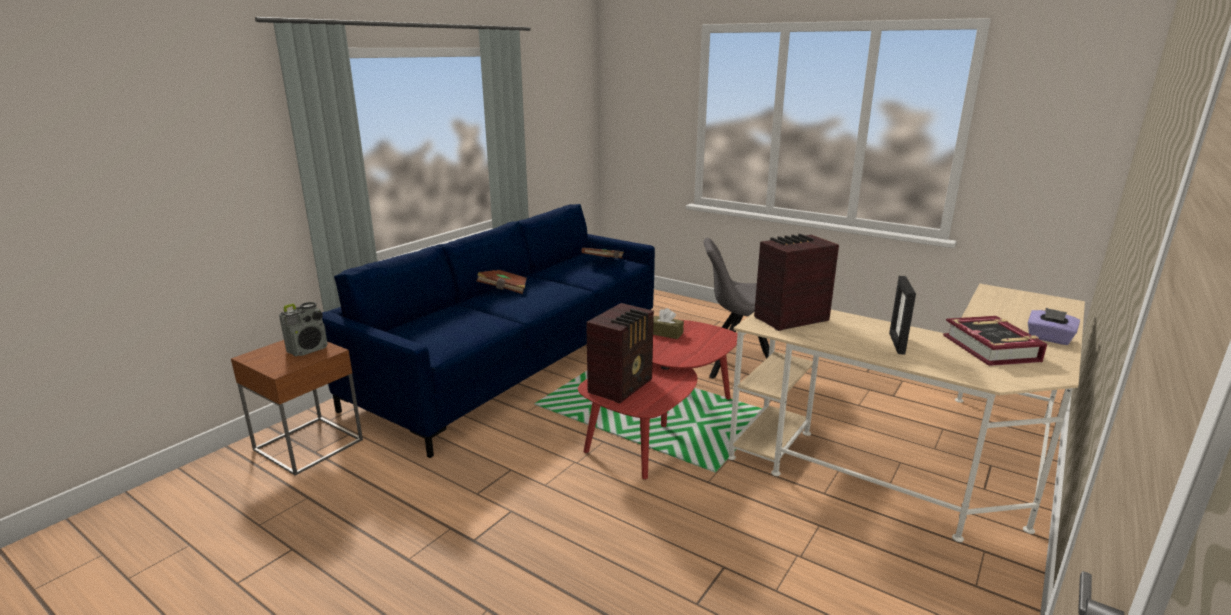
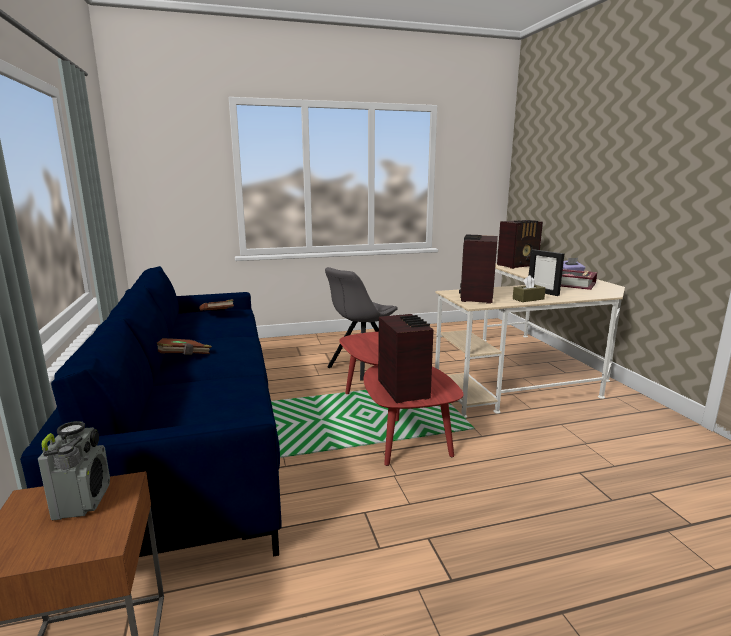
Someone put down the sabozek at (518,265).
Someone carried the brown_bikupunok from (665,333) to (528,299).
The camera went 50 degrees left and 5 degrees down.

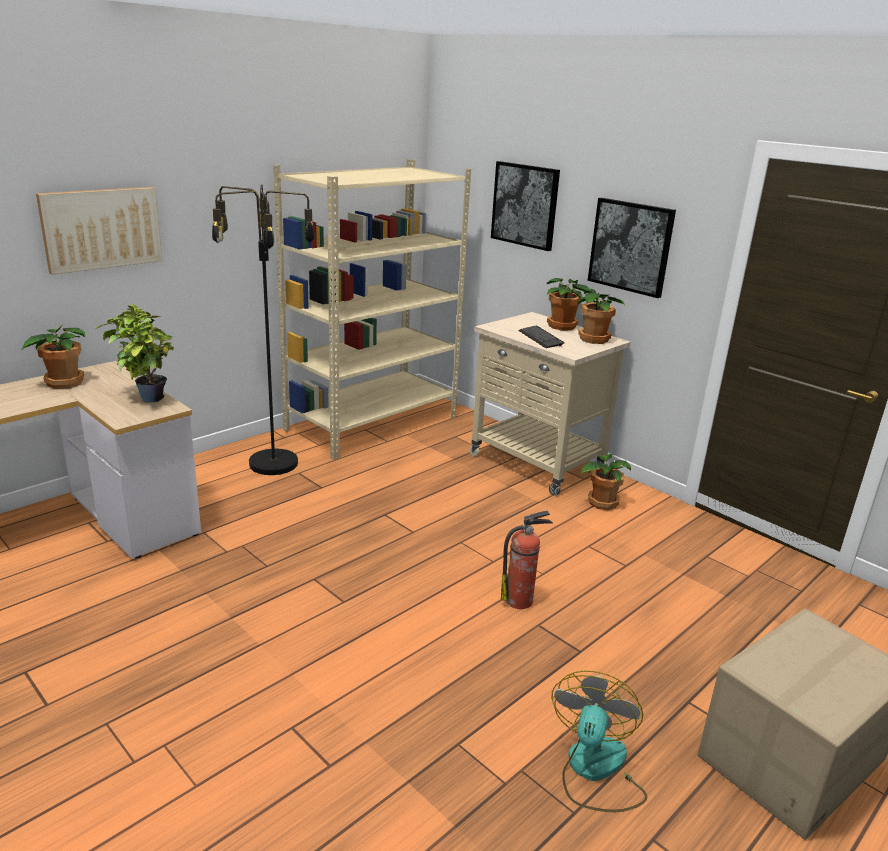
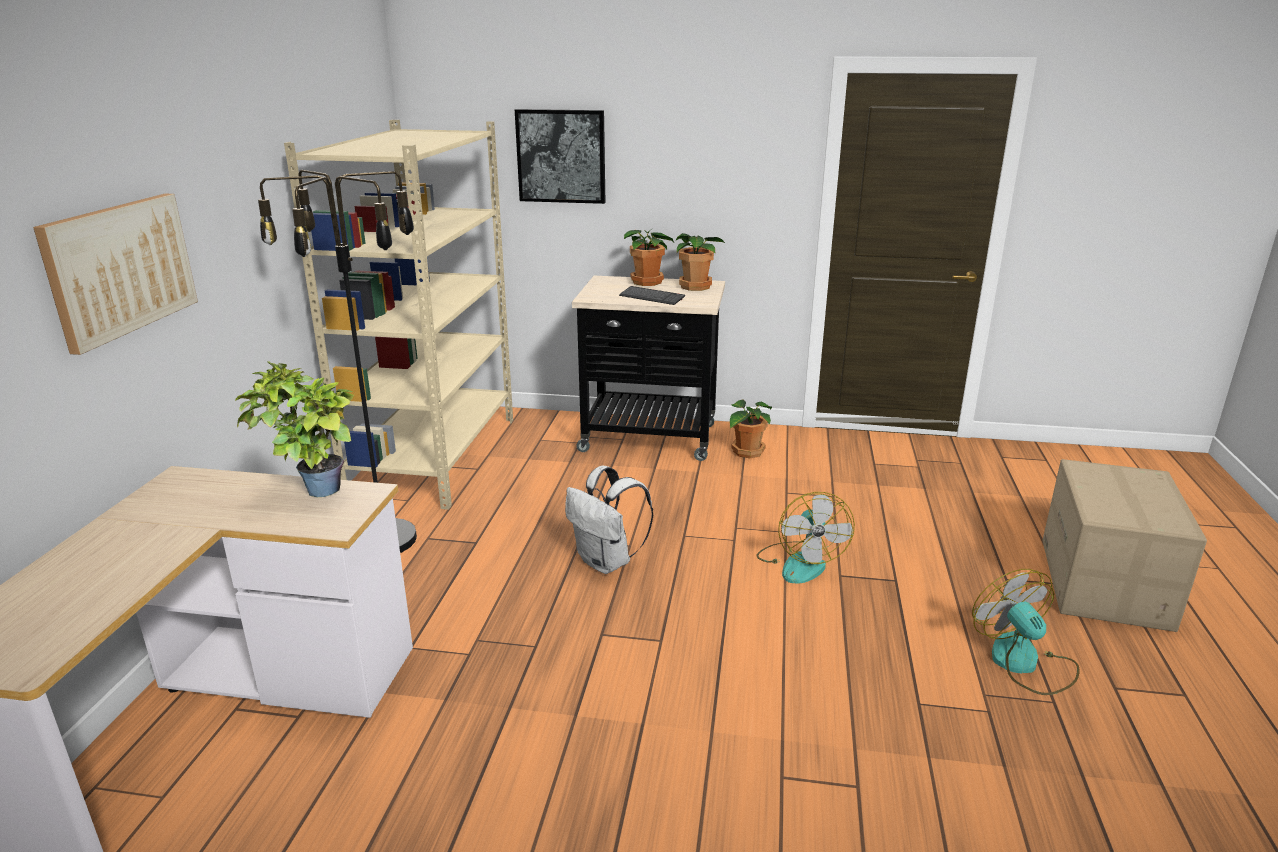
Someone put down the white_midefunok at (607,562).
Someone repainted the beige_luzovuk at (537,464), which became the black_luzovuk at (650,438).
Someone swapped the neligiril at (520,600) for the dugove at (800,562).
Someone took away the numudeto at (63,383).
Someone took away the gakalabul at (631,246).
The camera went 35 degrees left and 0 degrees up.

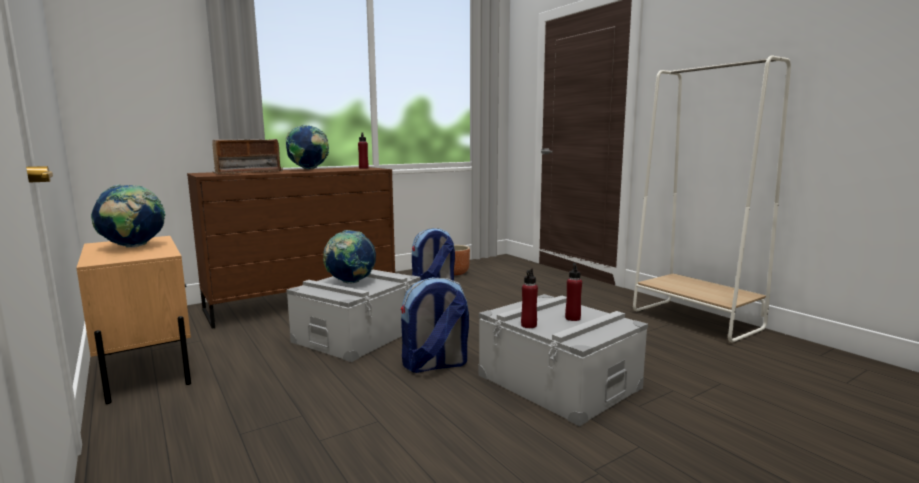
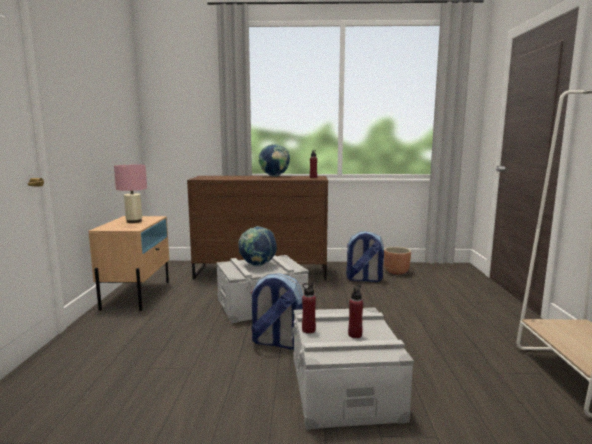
Someone swapped the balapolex at (133,247) for the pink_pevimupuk at (134,221).
Someone took away the sabozek at (248,173).
The camera went 35 degrees right and 0 degrees up.

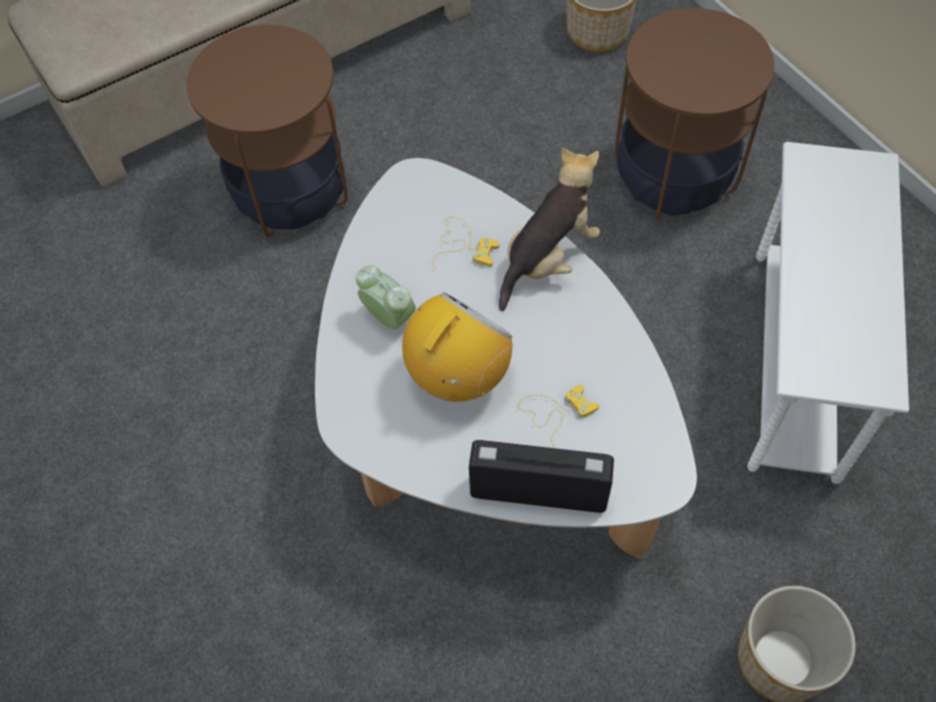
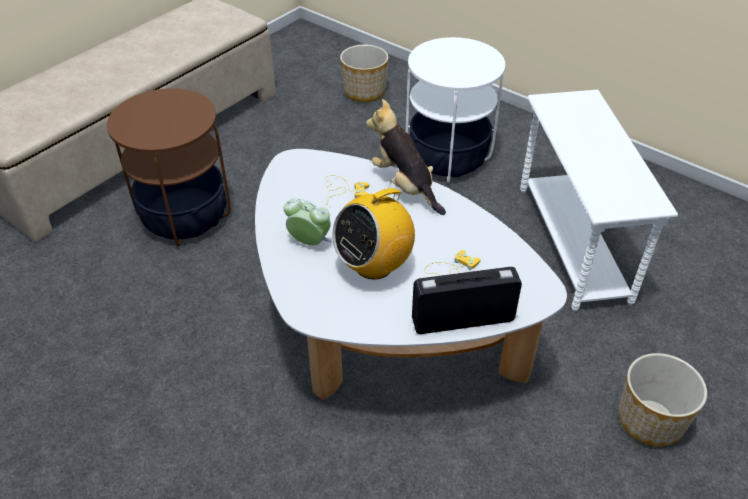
Someone rotated the sabozek at (458,377) by 150 degrees counterclockwise.
Someone rotated the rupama at (548,258) by 60 degrees counterclockwise.
Someone repainted the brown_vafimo at (673,179), which became the white_vafimo at (448,159).
The camera went 20 degrees left and 15 degrees down.

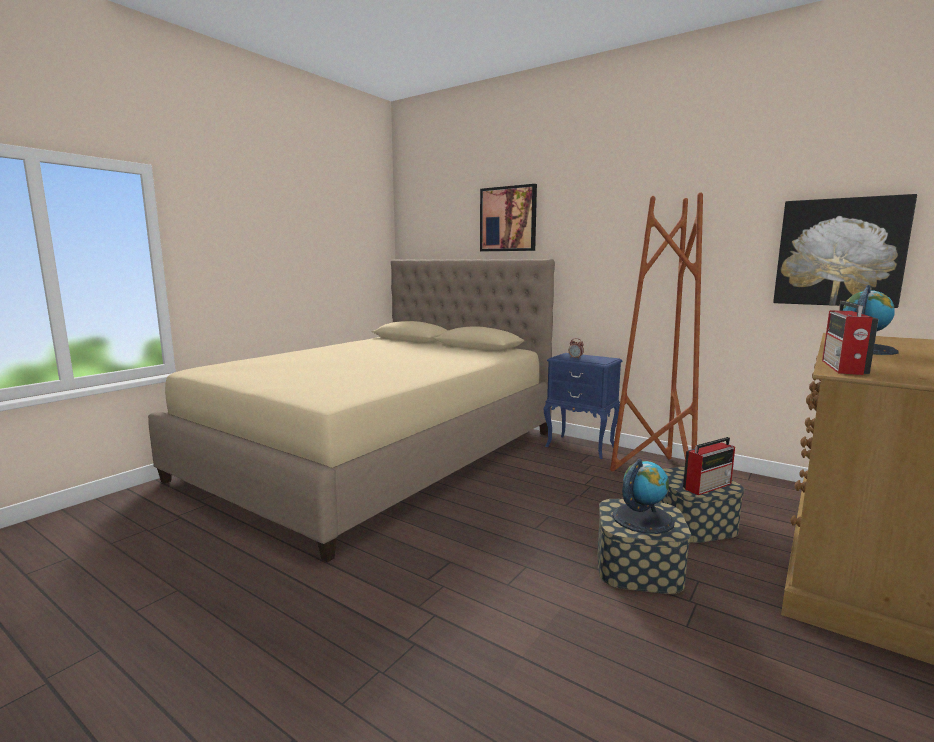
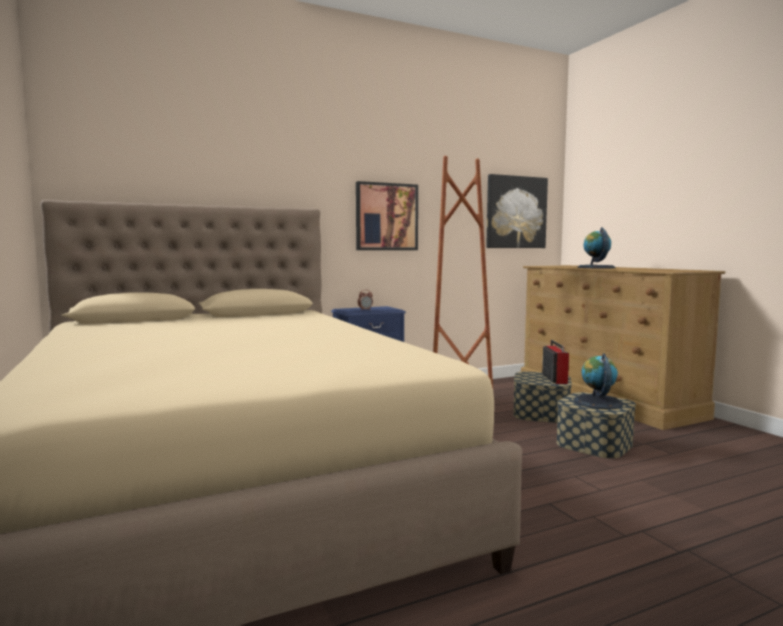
Someone carried the gakalabul from (508,219) to (386,217).
Someone took away the sabozek at (843,368).
The camera went 60 degrees left and 5 degrees down.

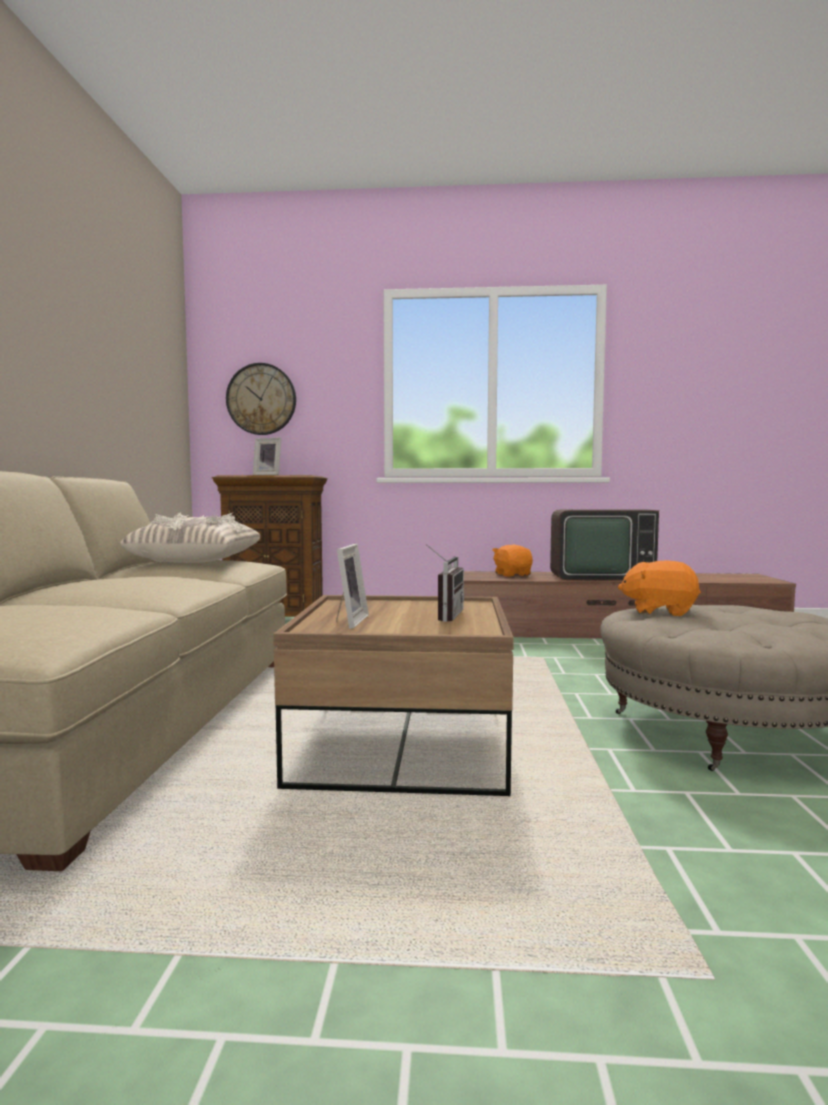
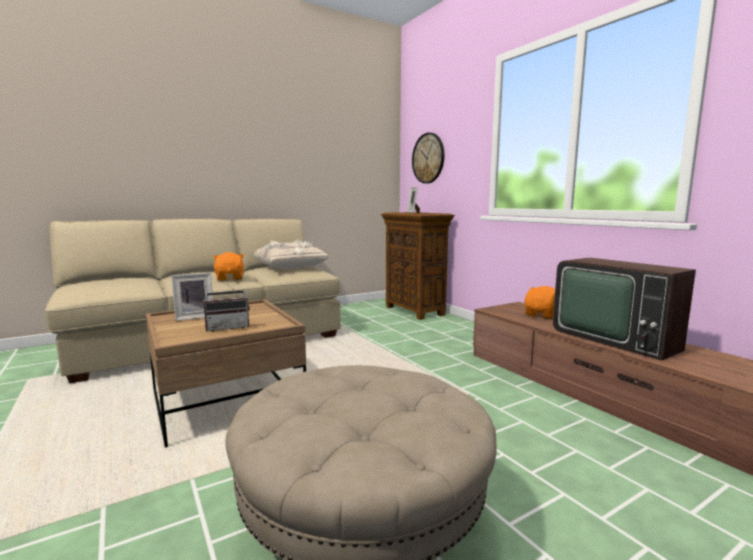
Someone carried the orange_rupama from (659,611) to (230,278).
The camera went 55 degrees right and 5 degrees up.

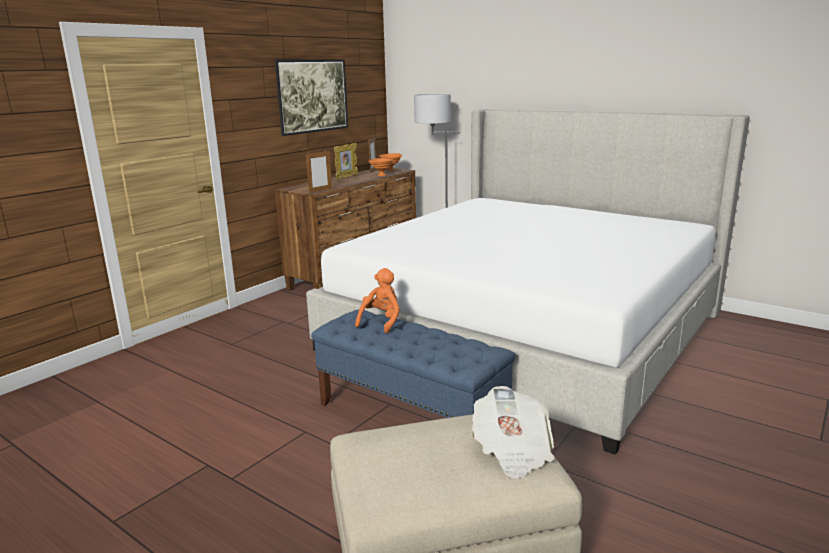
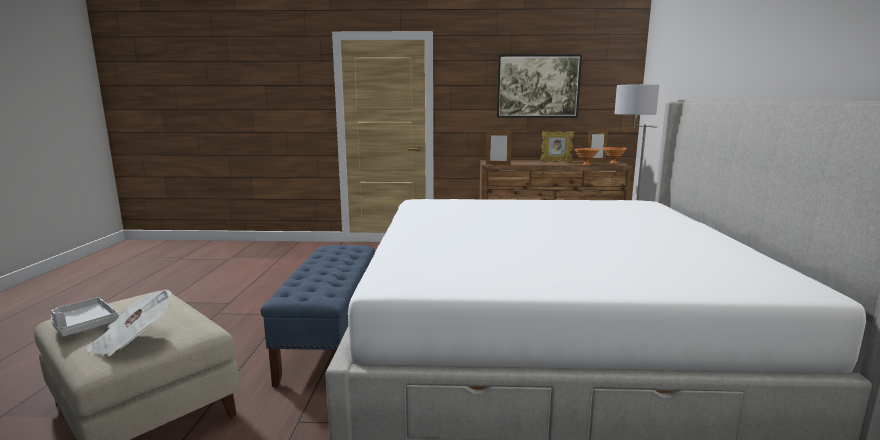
Someone put down the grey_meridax at (84,325).
Someone took away the orange_rupama at (381,321).
The camera went 55 degrees right and 5 degrees down.

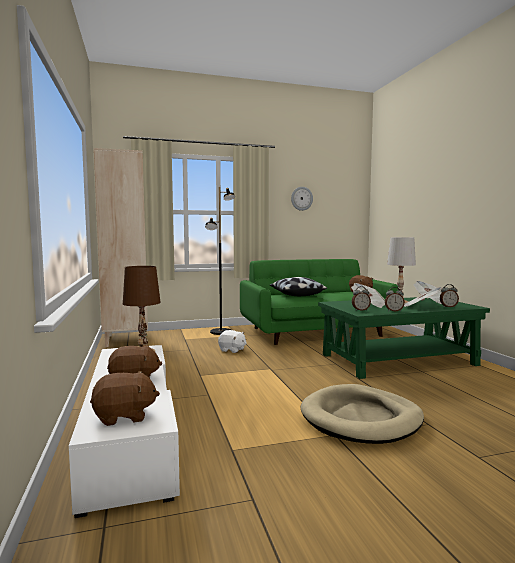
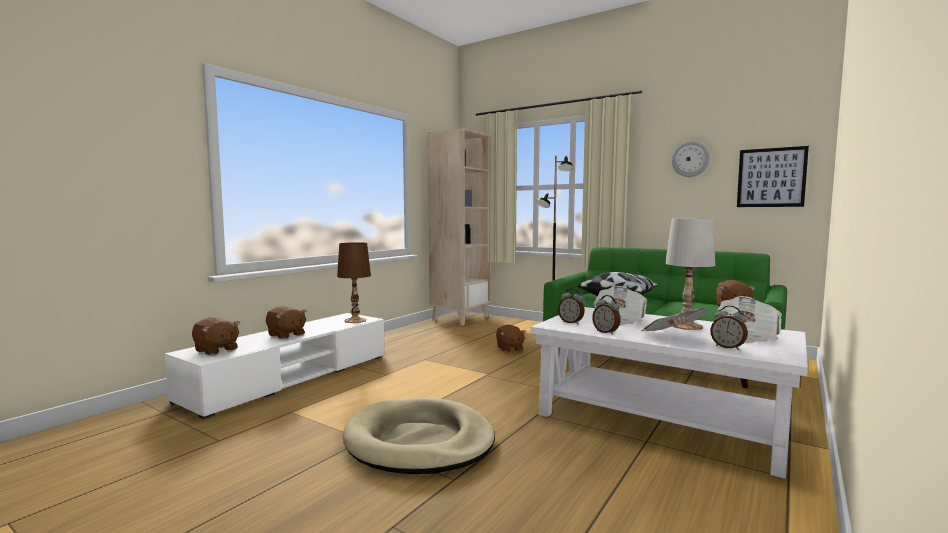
Someone repainted the white_rupama at (232,350), which became the brown_rupama at (509,348).
Someone repainted the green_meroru at (398,359), which became the white_meroru at (662,418).
Someone put up the gakalabul at (771,177).
The camera went 50 degrees right and 0 degrees up.

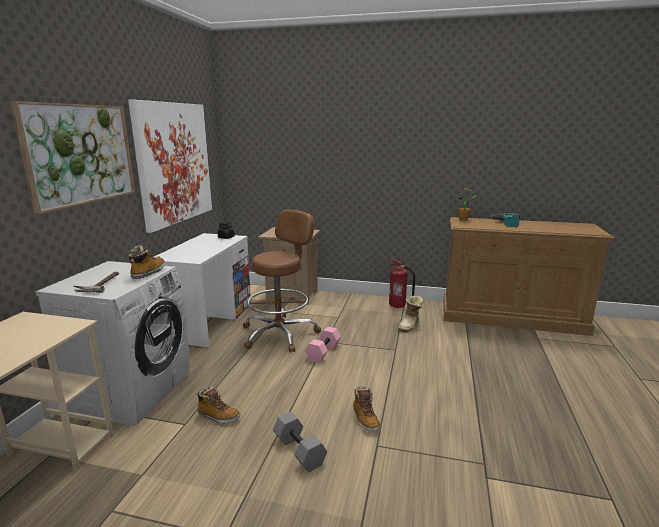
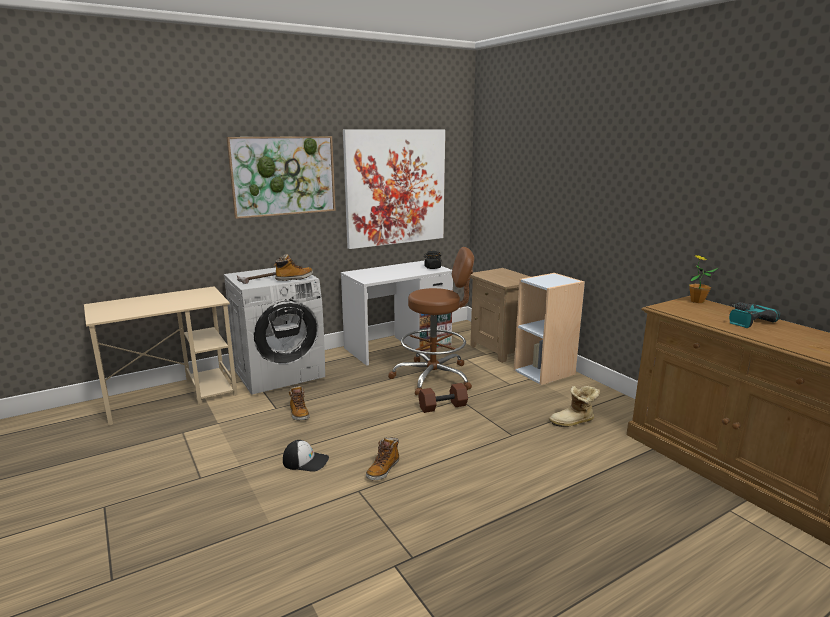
Someone swapped the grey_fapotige at (298,451) for the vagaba at (306,461).
Someone repainted the pink_fapotige at (323,351), which became the brown_fapotige at (443,406).
Someone put down the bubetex at (545,372).
Someone took away the neligiril at (398,306).
The camera went 45 degrees right and 0 degrees up.

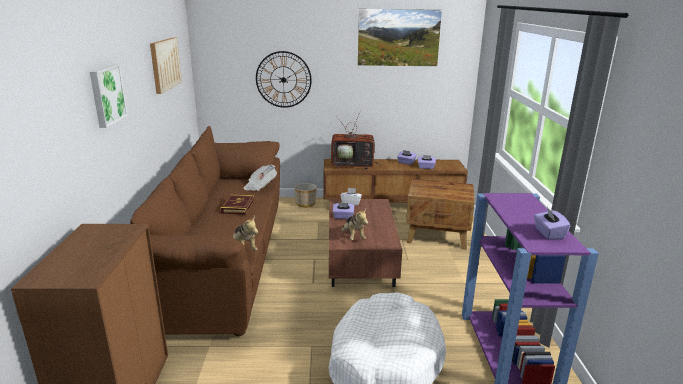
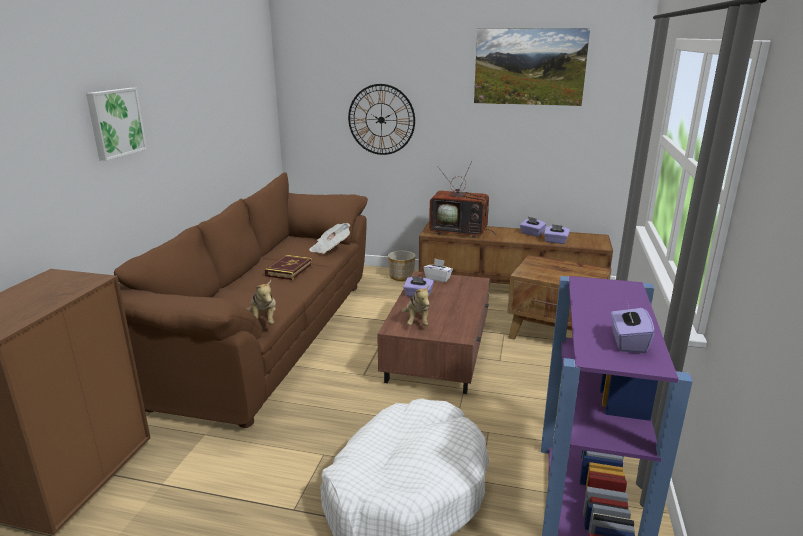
Someone took away the gakalabul at (165,64).
The camera went 15 degrees right and 0 degrees up.

